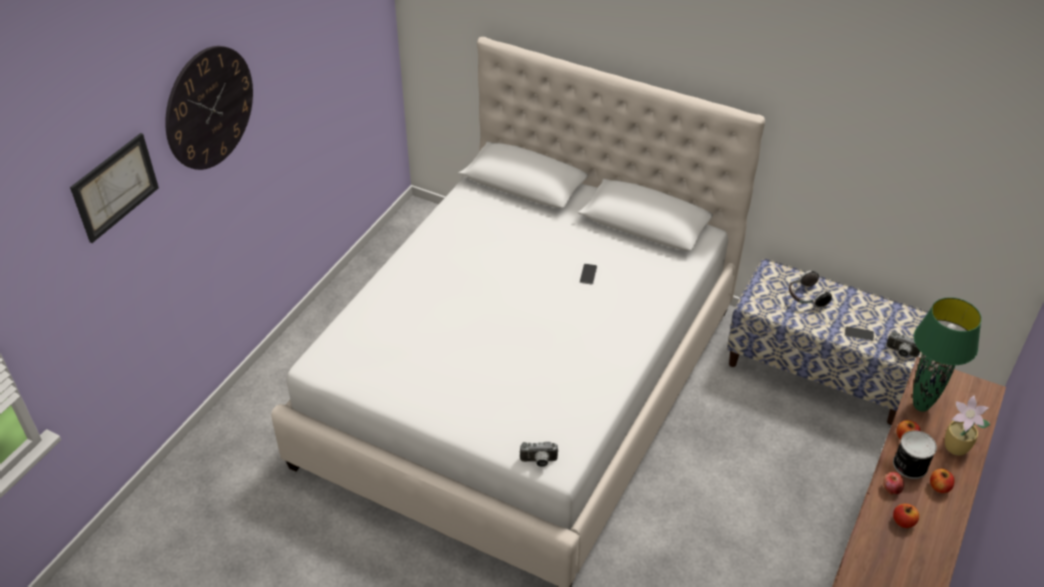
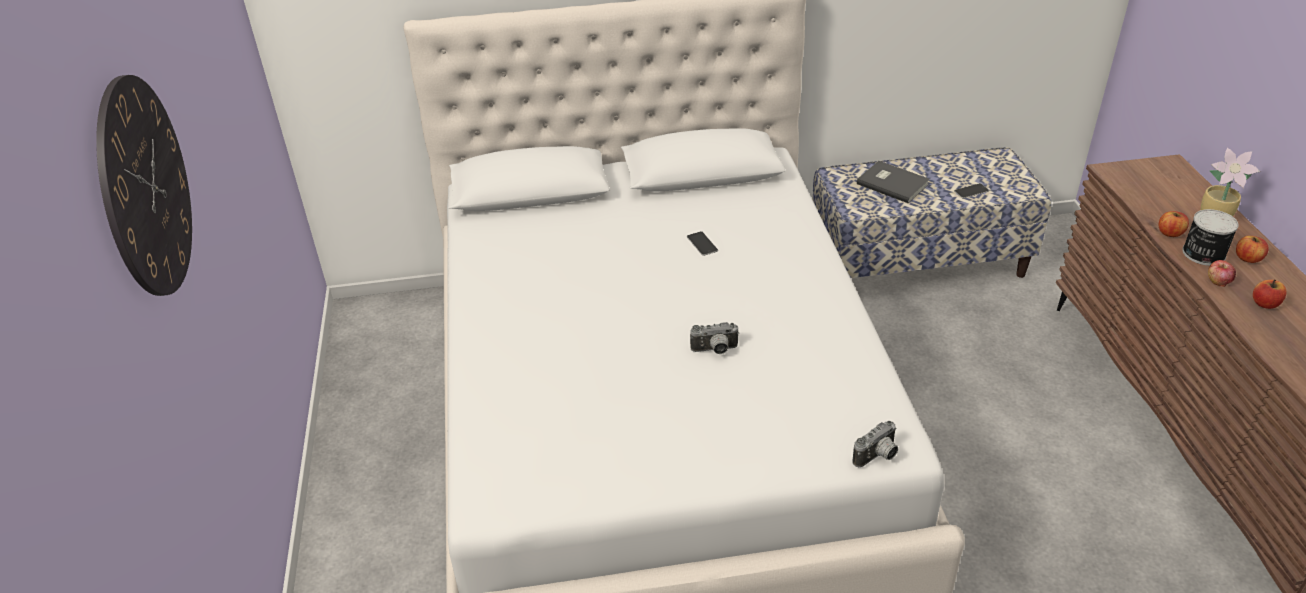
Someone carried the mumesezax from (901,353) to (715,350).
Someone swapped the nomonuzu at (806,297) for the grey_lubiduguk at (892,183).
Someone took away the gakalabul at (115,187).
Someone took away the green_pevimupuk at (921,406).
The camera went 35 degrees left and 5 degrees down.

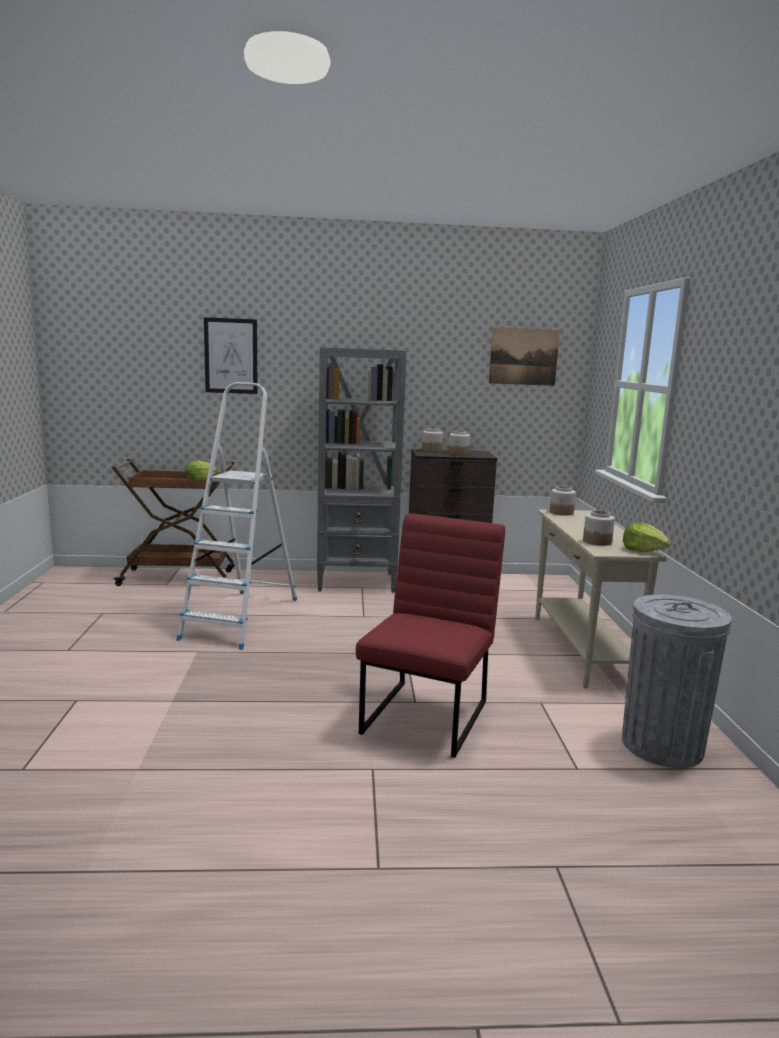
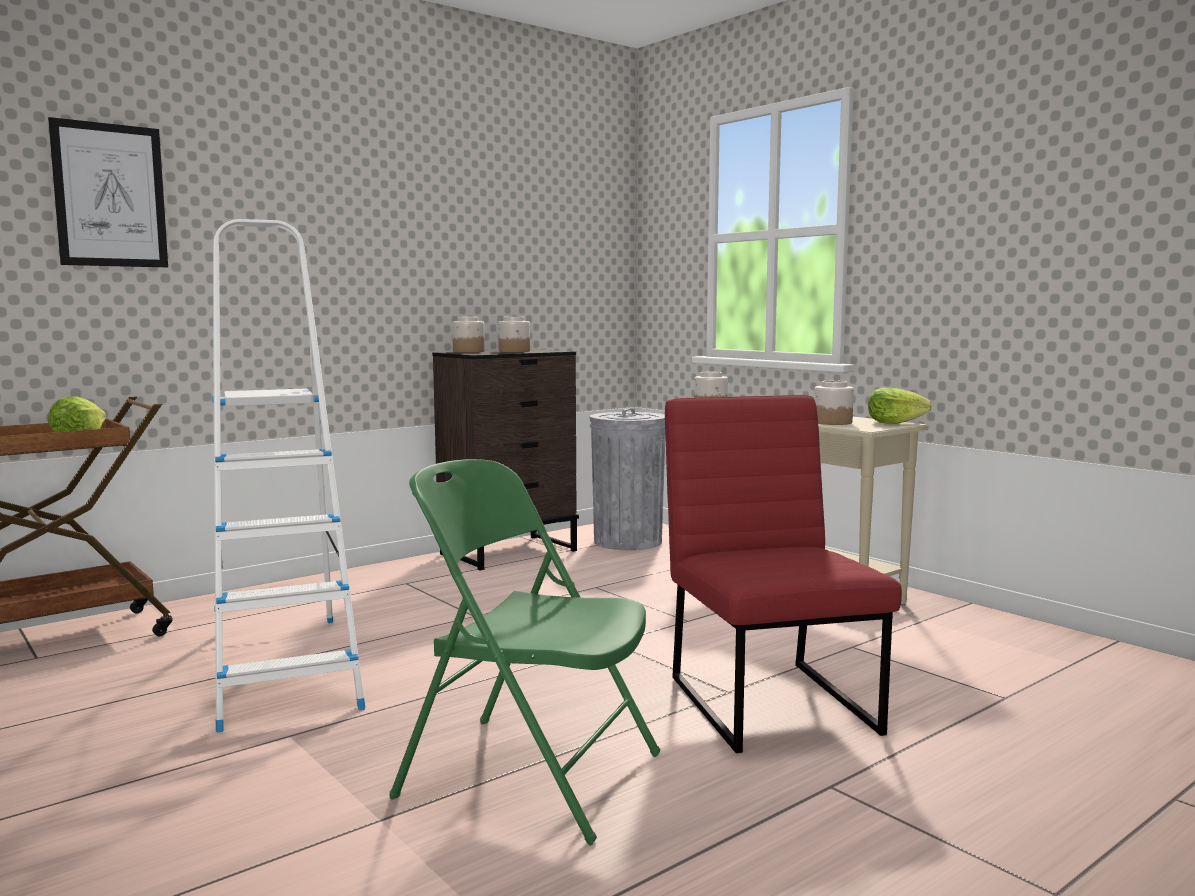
Someone put down the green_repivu at (531,774).
Someone carried the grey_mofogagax from (662,745) to (628,541).
Someone took away the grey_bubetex at (357,582).
Someone took away the gakalabul at (523,357).
The camera went 35 degrees left and 5 degrees down.

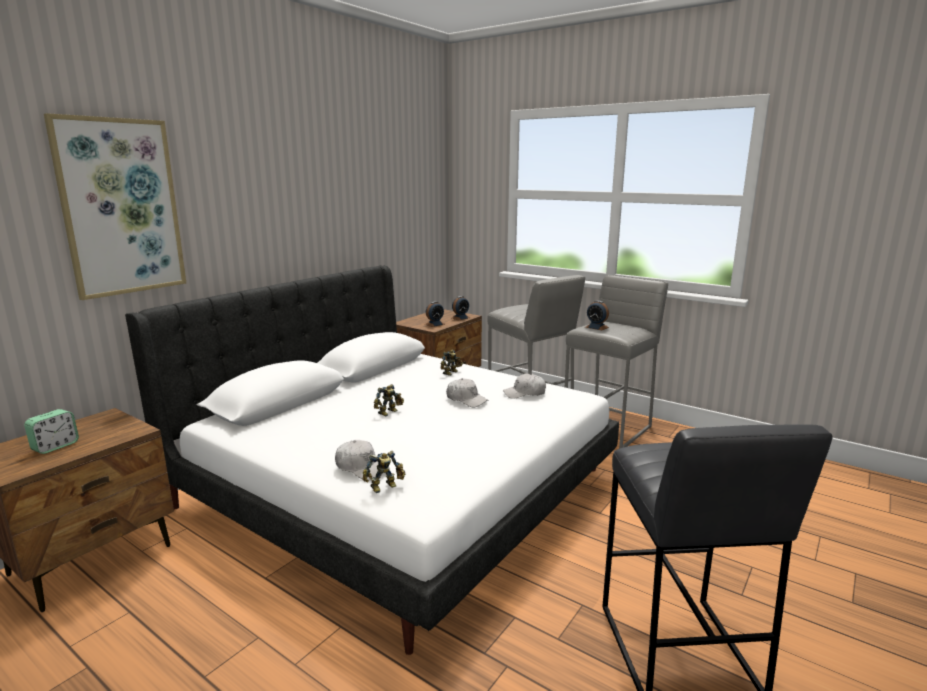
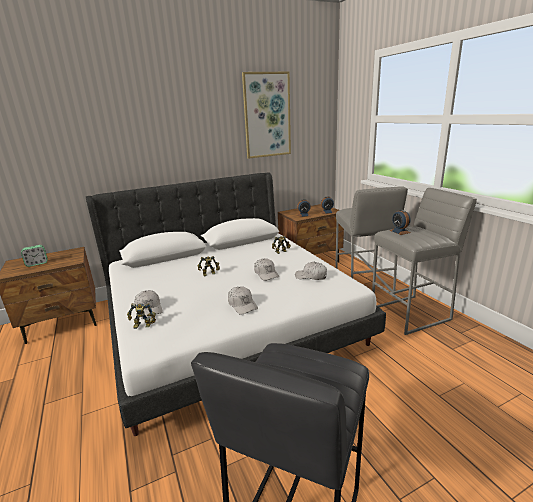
Someone put down the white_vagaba at (242,305).
Someone carried the gakalabul from (121,207) to (267,115).
The camera went 30 degrees right and 5 degrees up.

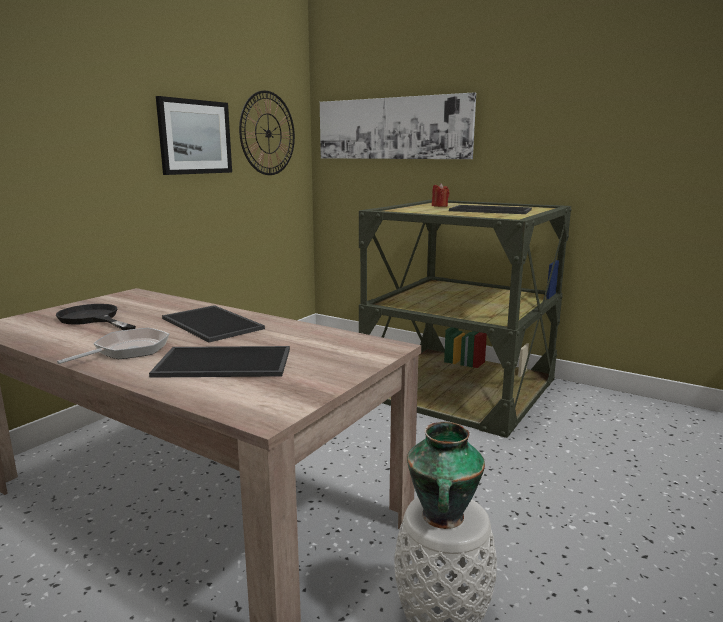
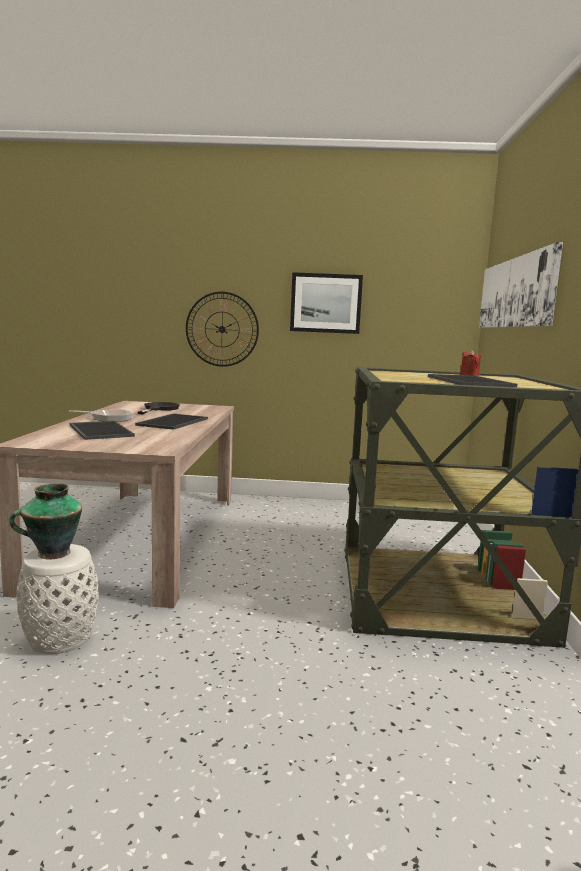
Someone carried the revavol from (268,133) to (222,329).
The camera went 60 degrees right and 5 degrees down.

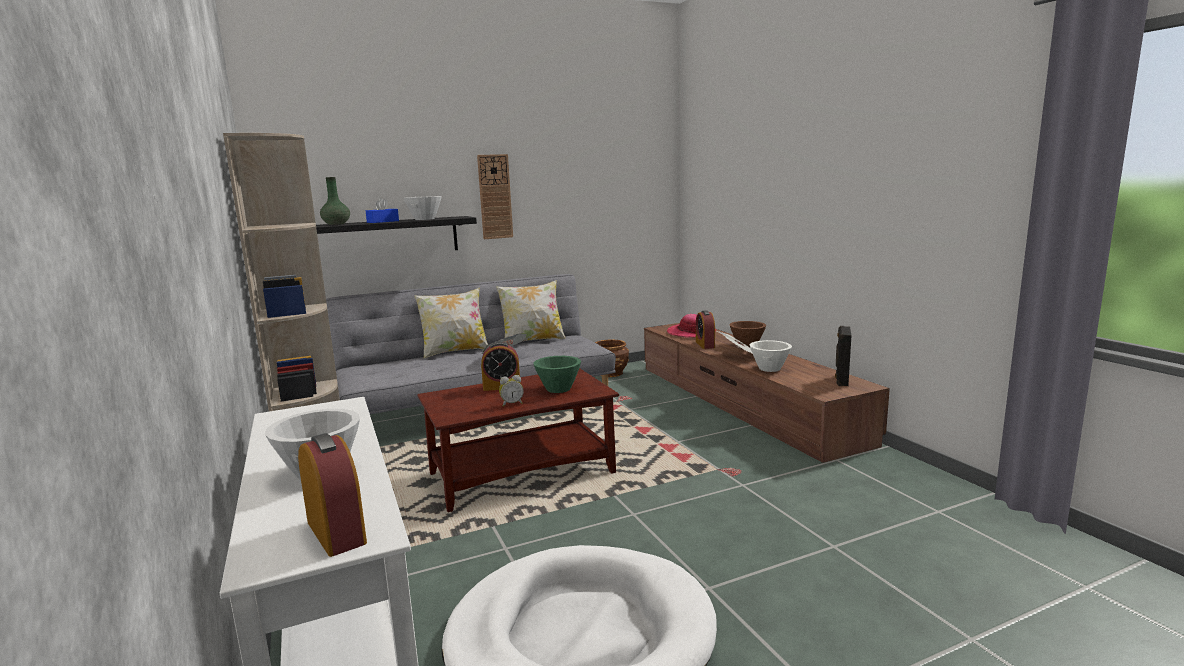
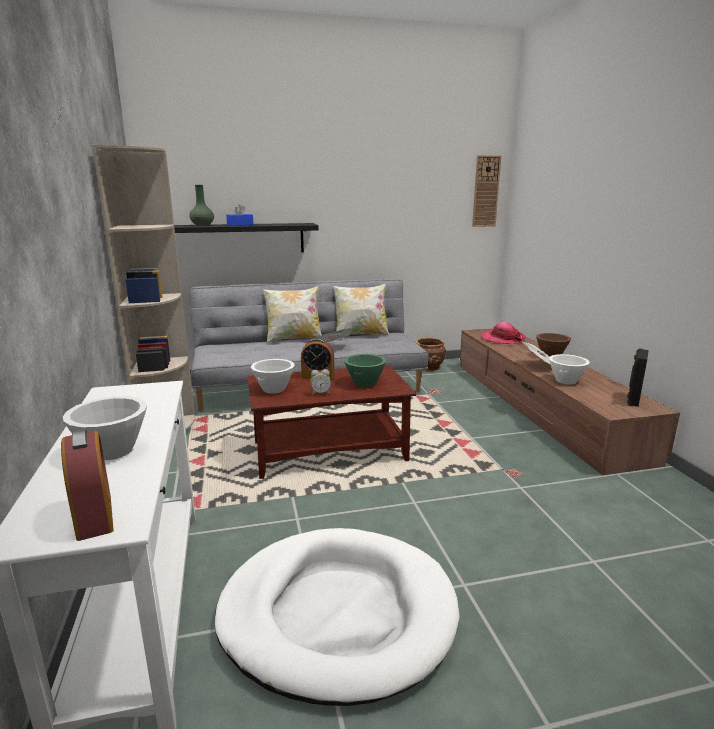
Someone carried the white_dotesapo from (425,219) to (274,389).
Someone carried the revavol from (495,197) to (486,191).
Someone took away the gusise at (705,344).
The camera went 10 degrees right and 5 degrees up.

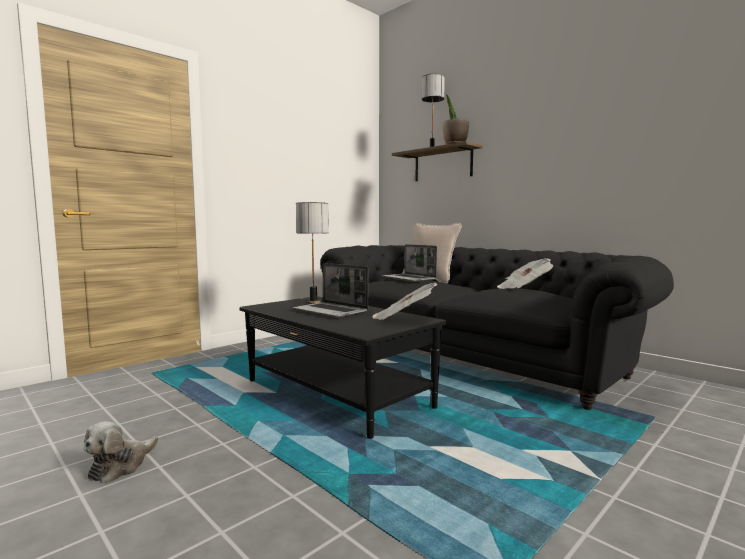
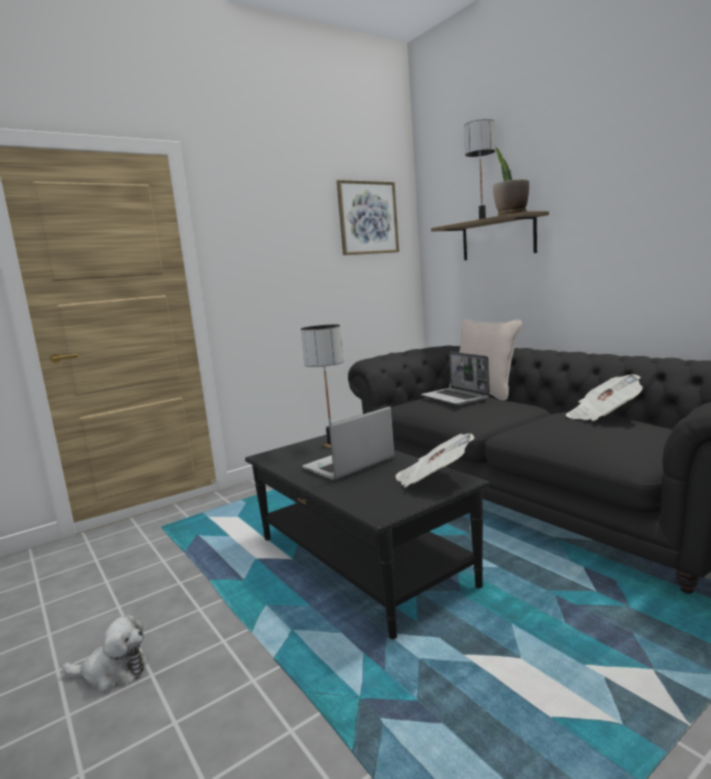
Someone rotated the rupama at (121,466) by 120 degrees counterclockwise.
Someone rotated the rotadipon at (331,311) by 90 degrees clockwise.
Someone put up the gakalabul at (368,218).
The camera went 10 degrees right and 5 degrees up.

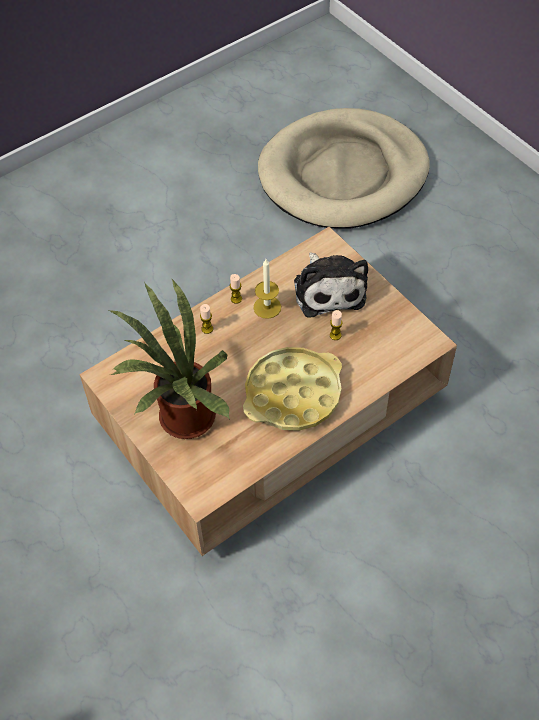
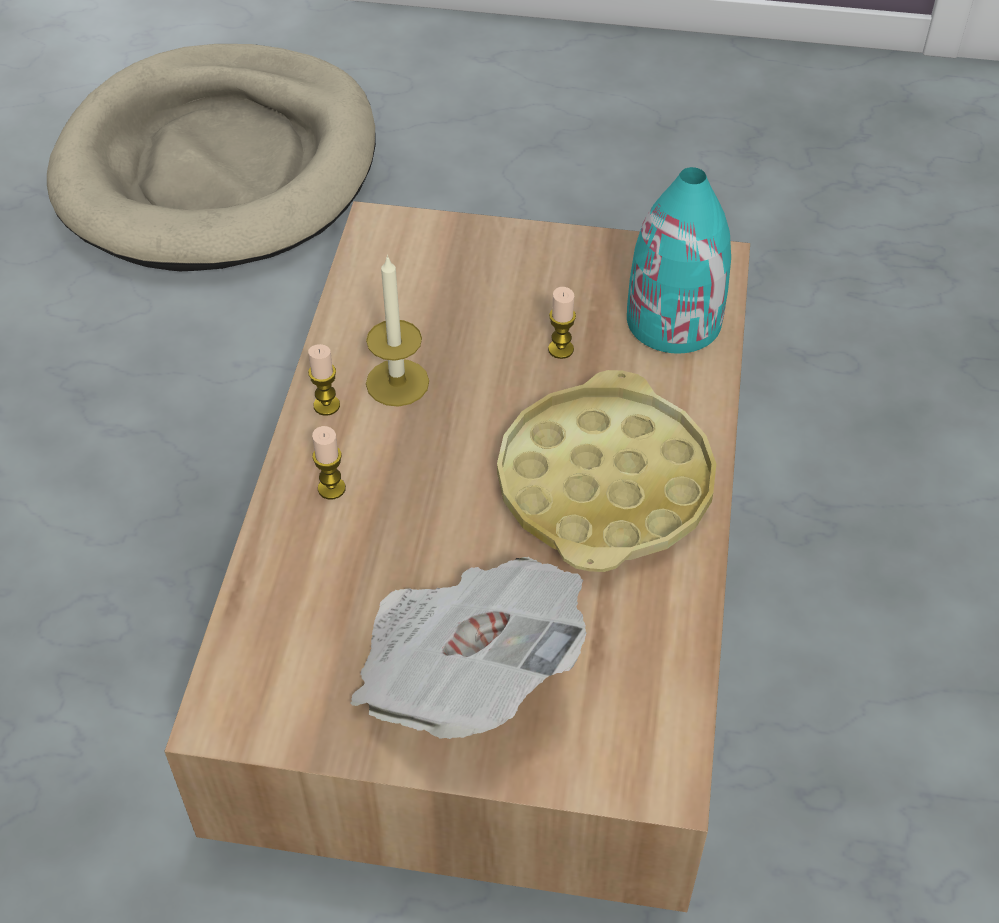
Someone swapped the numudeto at (181,419) for the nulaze at (464,673).
Someone put down the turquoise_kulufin at (675,321).
Someone took away the rupama at (328,289).
The camera went 45 degrees left and 5 degrees down.

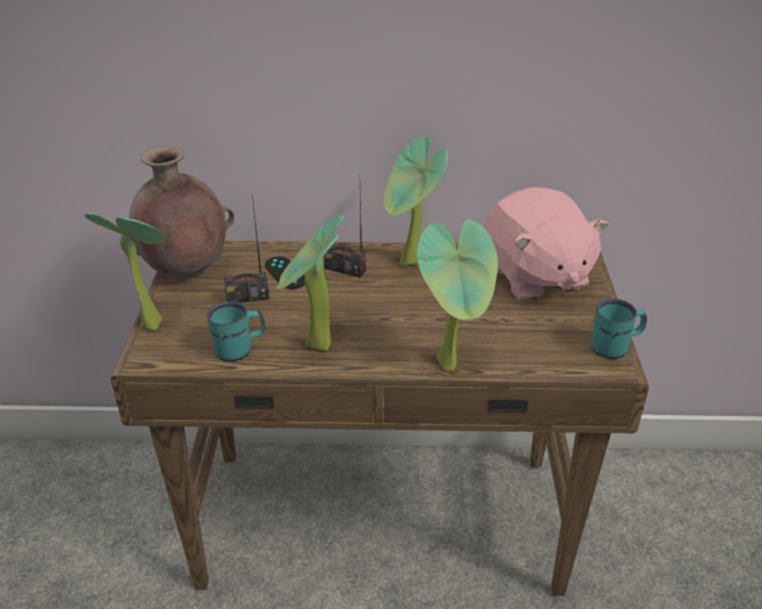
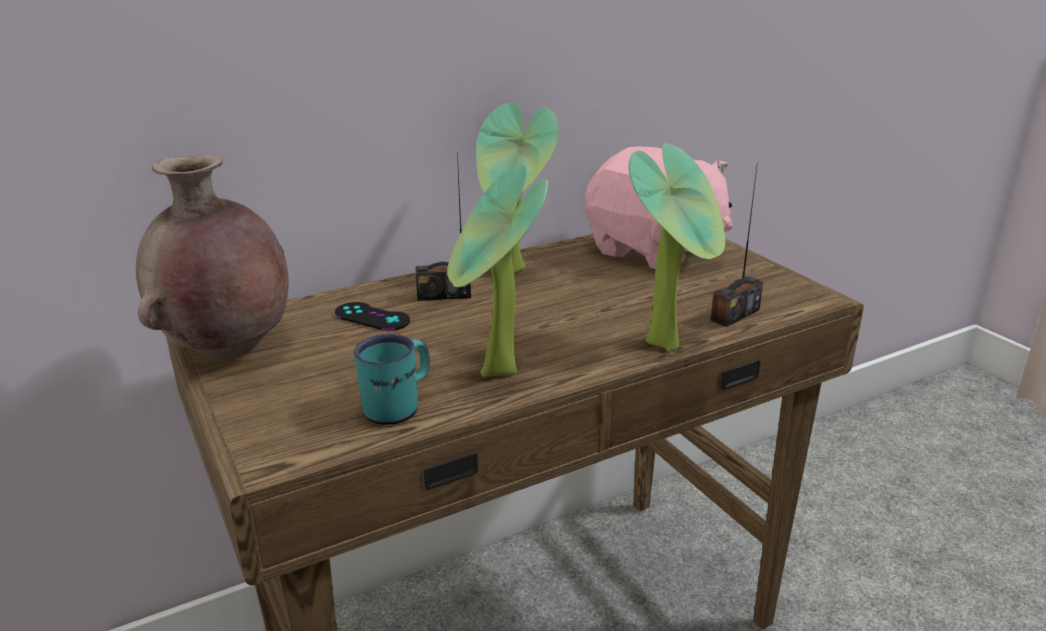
Someone carried the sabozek from (247,297) to (734,315).
Someone took away the numudeto at (150,322).
Someone took away the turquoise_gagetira at (615,347).
The camera went 30 degrees left and 10 degrees down.

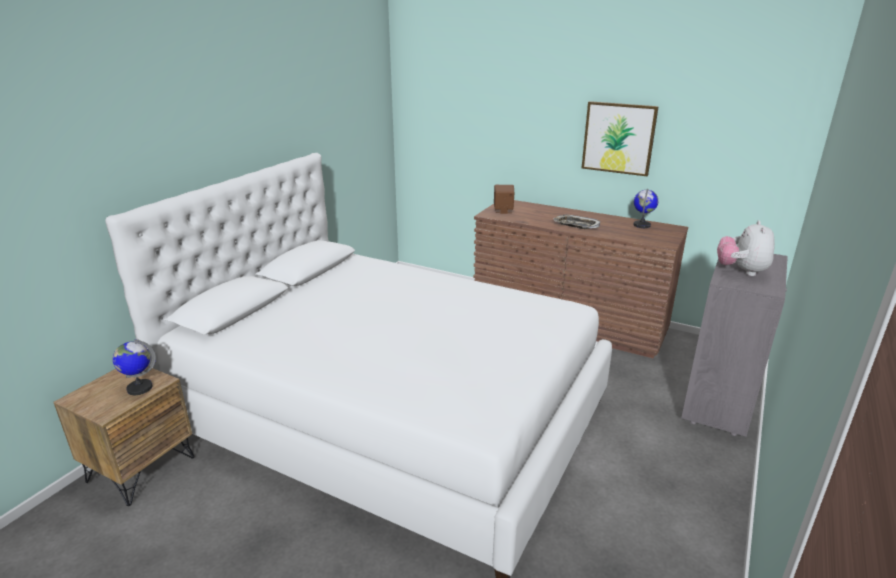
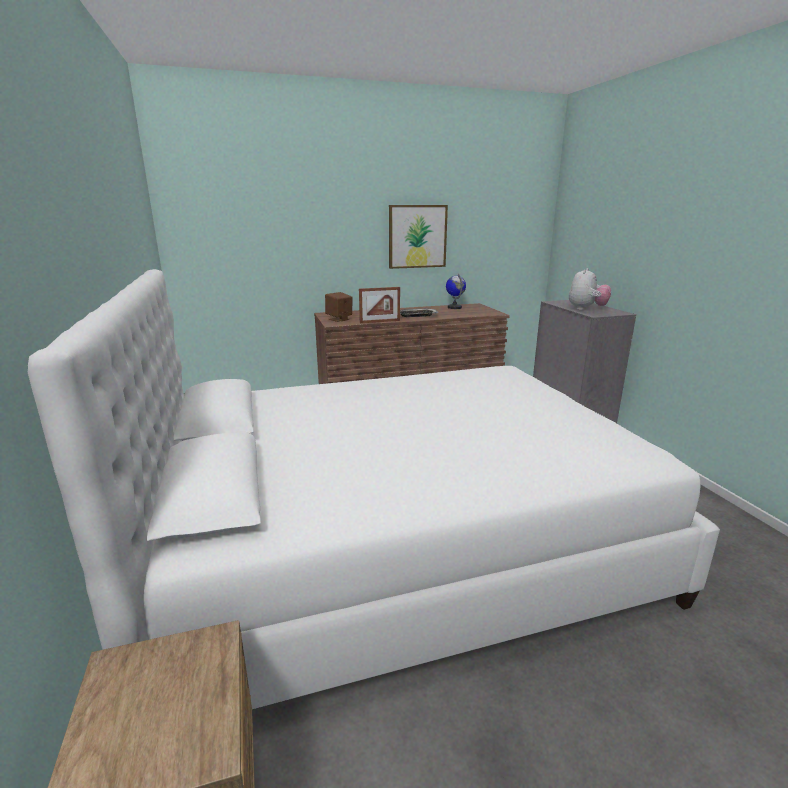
Someone put down the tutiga at (380,321).
Someone rotated the rupama at (741,271) by 120 degrees counterclockwise.
Someone took away the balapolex at (139,388).
The camera went 45 degrees left and 5 degrees down.

